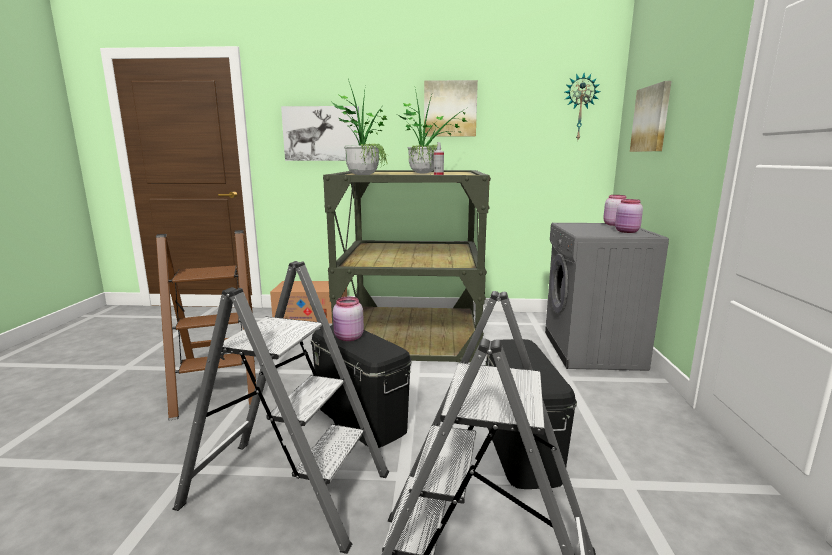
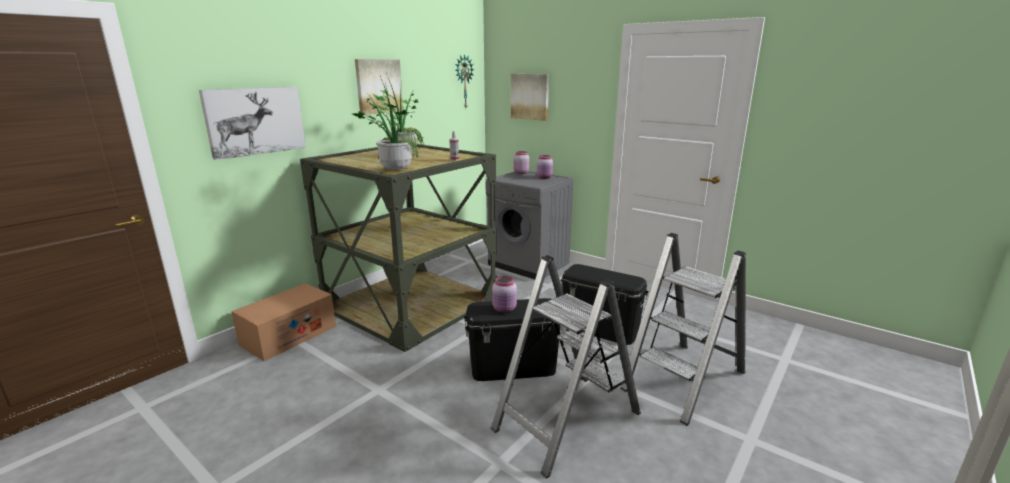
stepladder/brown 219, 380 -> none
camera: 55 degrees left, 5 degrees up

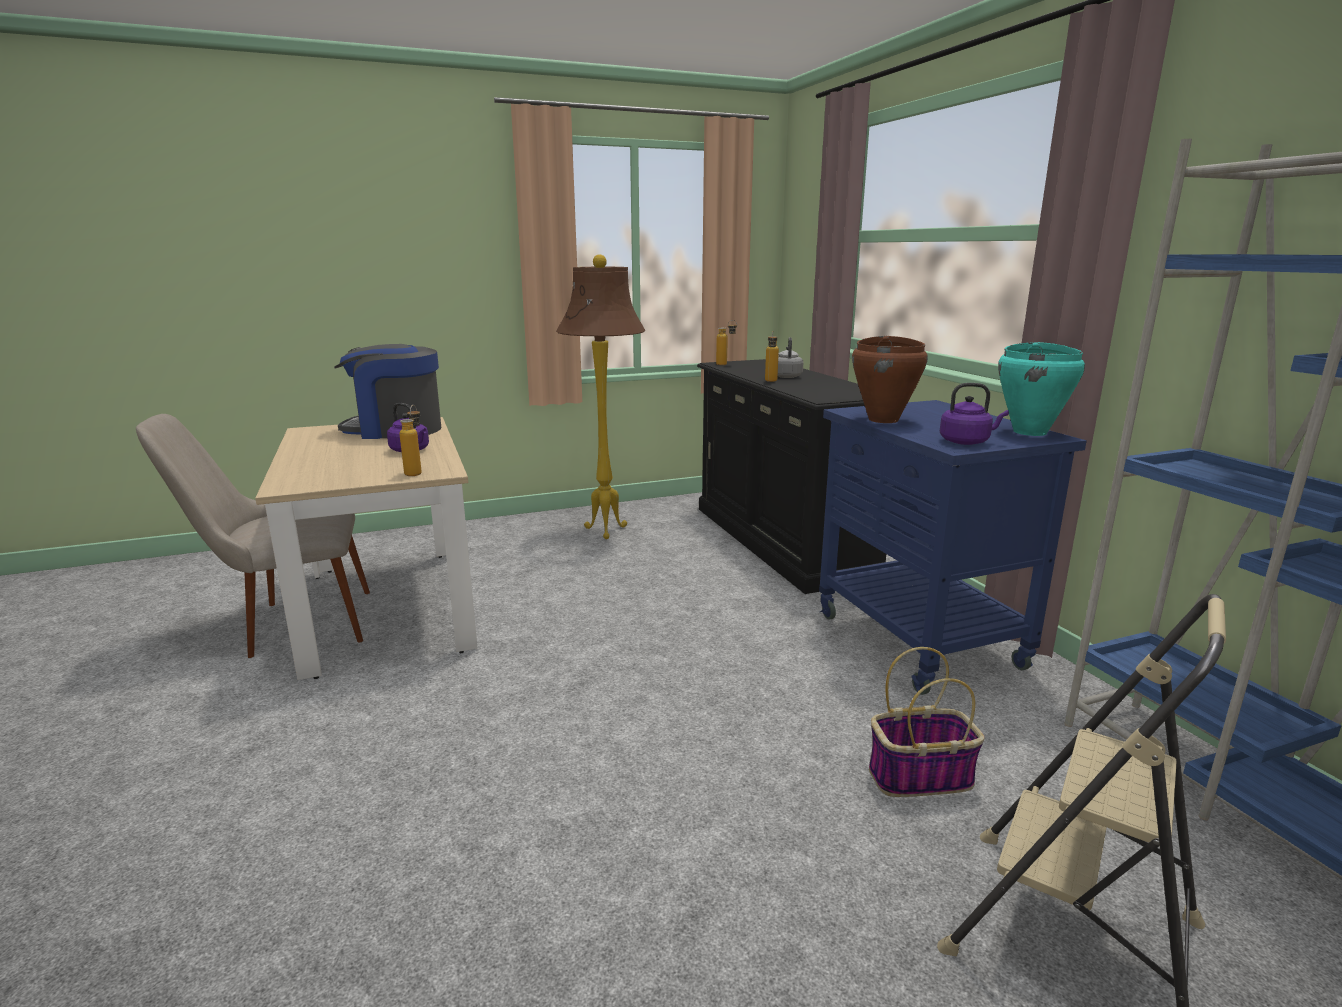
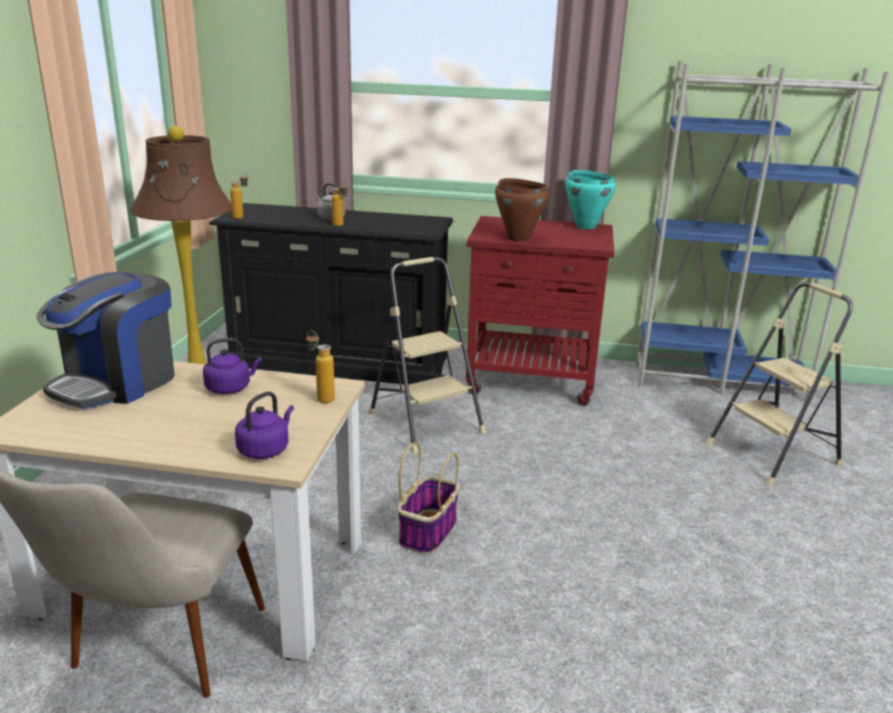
kettle/purple-coloured 967, 442 -> kettle/purple-coloured 265, 449, shifted
trolley/blue-coloured 918, 642 -> trolley/red 532, 382
basket 921, 776 -> basket 428, 531, shifted
none -> stepladder/beige-coloured 424, 420
camera: 60 degrees left, 5 degrees up

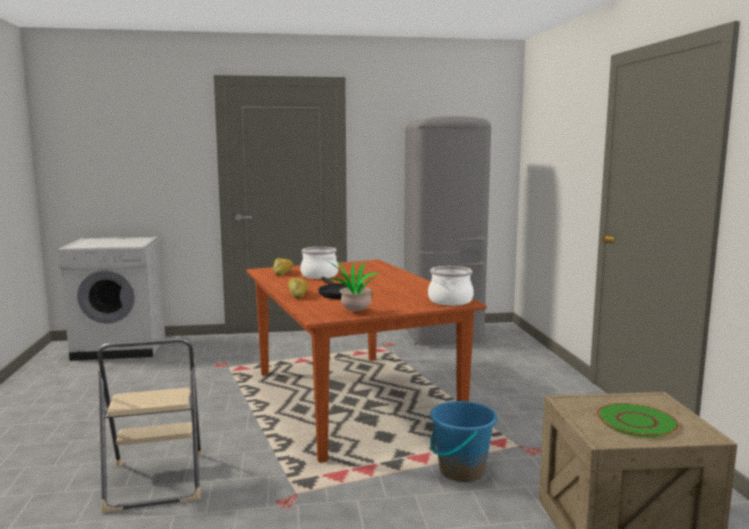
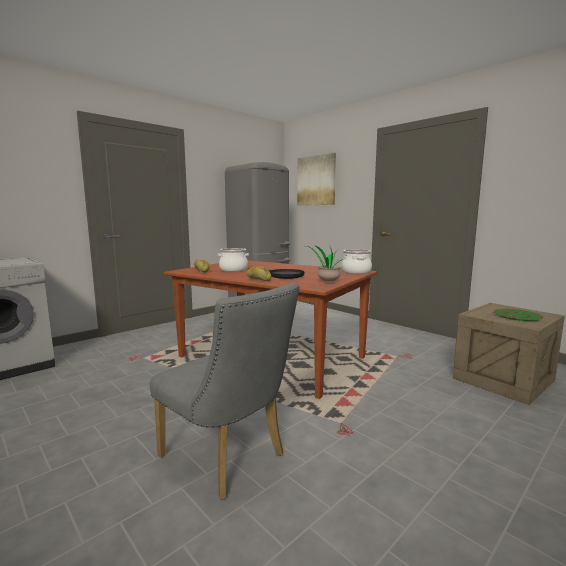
stepladder/beige-coloured 154, 483 -> chair/greyish 228, 459
pail/blue-coloured 461, 471 -> none
none -> picture 316, 180
camera: 35 degrees left, 0 degrees up

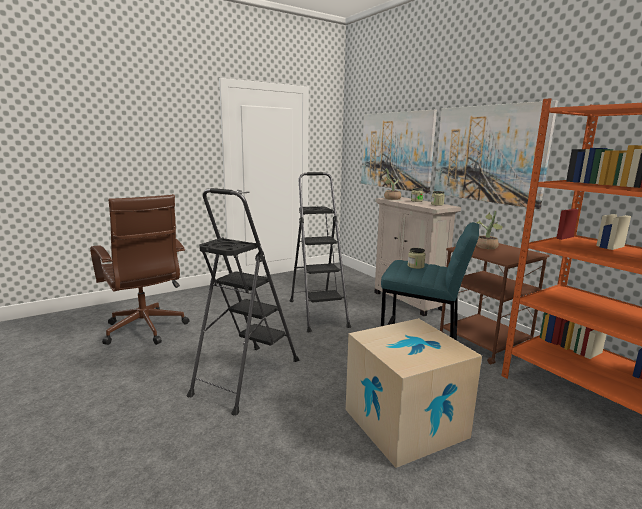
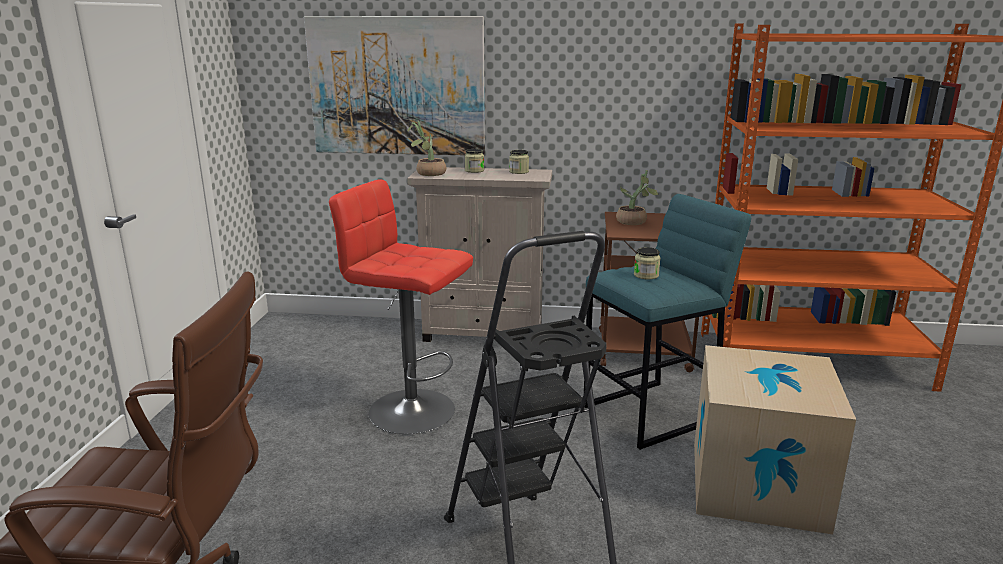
picture 488, 154 -> none
stepladder 317, 312 -> sitting stool/red 411, 410
camera: 50 degrees left, 5 degrees up

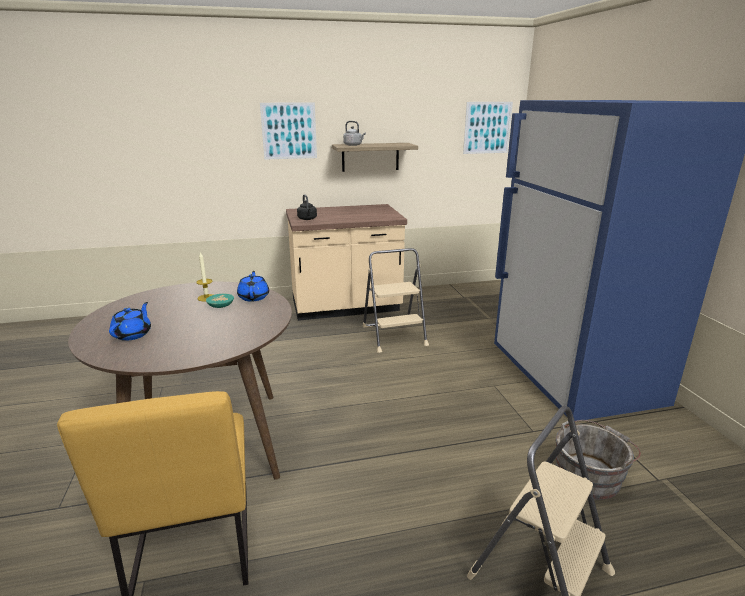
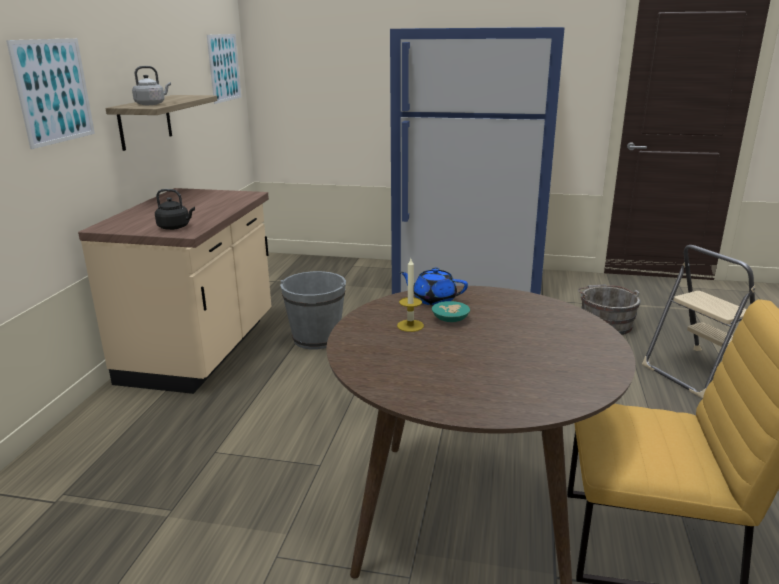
stepladder/beige-coloured 393, 334 -> pail/greyish 316, 338
pot for tea/blue-coloured 133, 334 -> none
camera: 65 degrees left, 0 degrees up

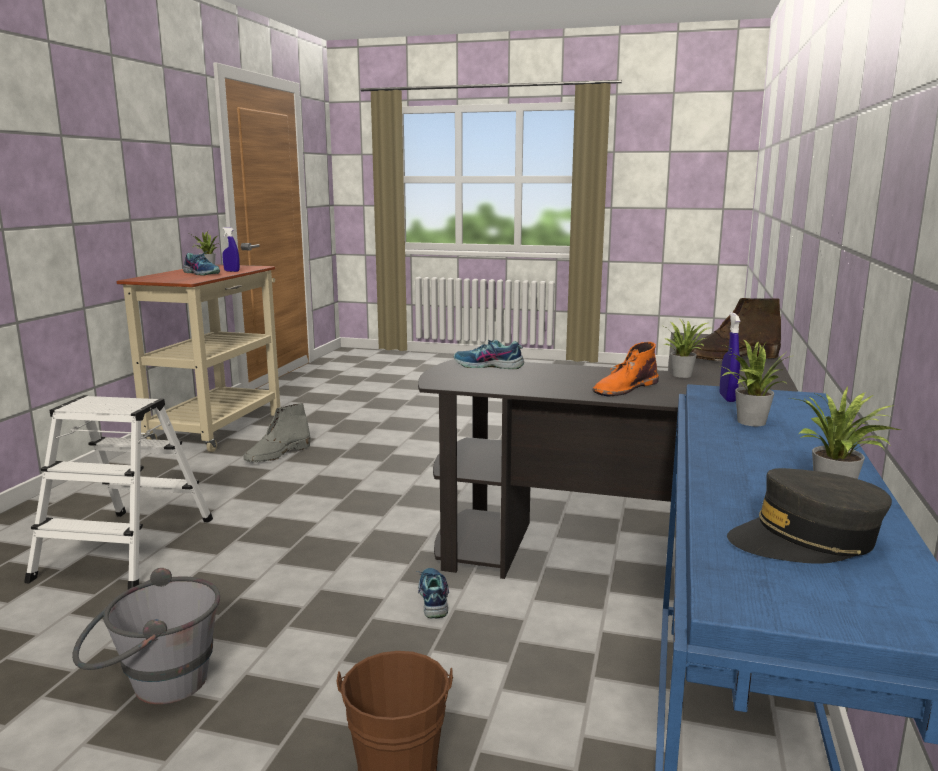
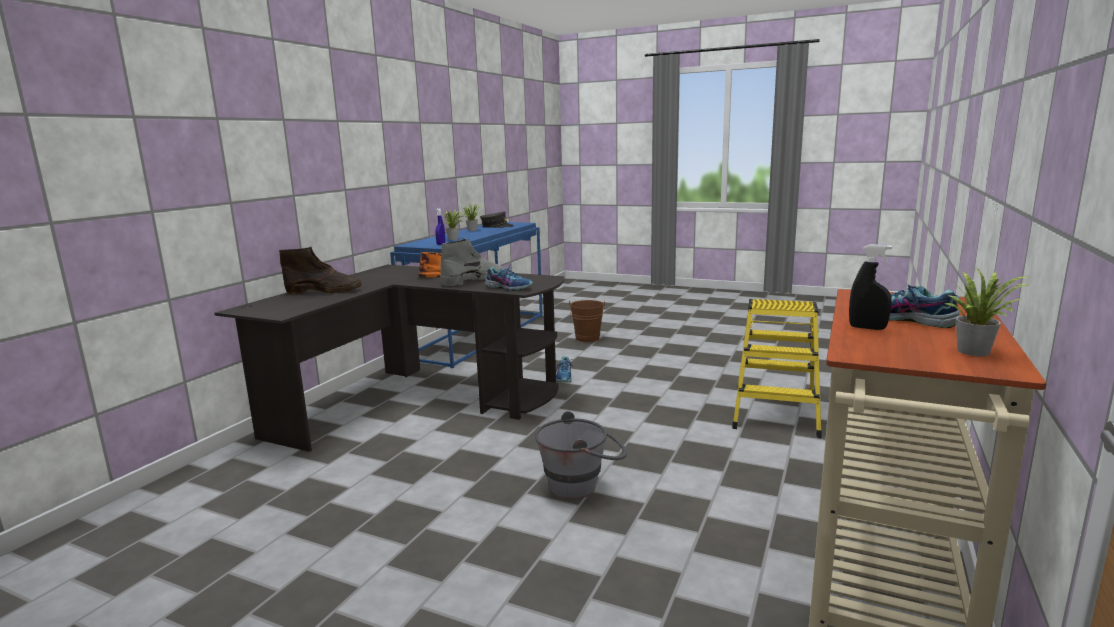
sprayer/blue-coloured 231, 271 -> sprayer/black-coloured 867, 328
plant in a pot 683, 374 -> none
stepladder/white 127, 547 -> stepladder/yellow-coloured 775, 409
tall boot/greyish 277, 455 -> tall boot/greyish 474, 280, shifted
pail/greyish 154, 685 -> pail/greyish 582, 485, shifted
camera: 170 degrees left, 0 degrees up

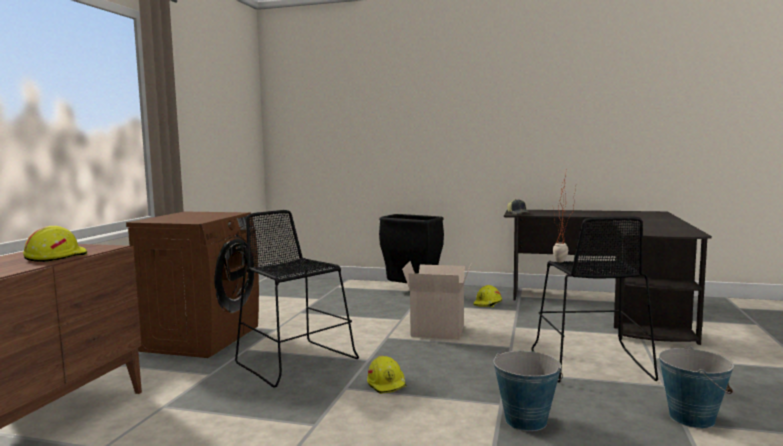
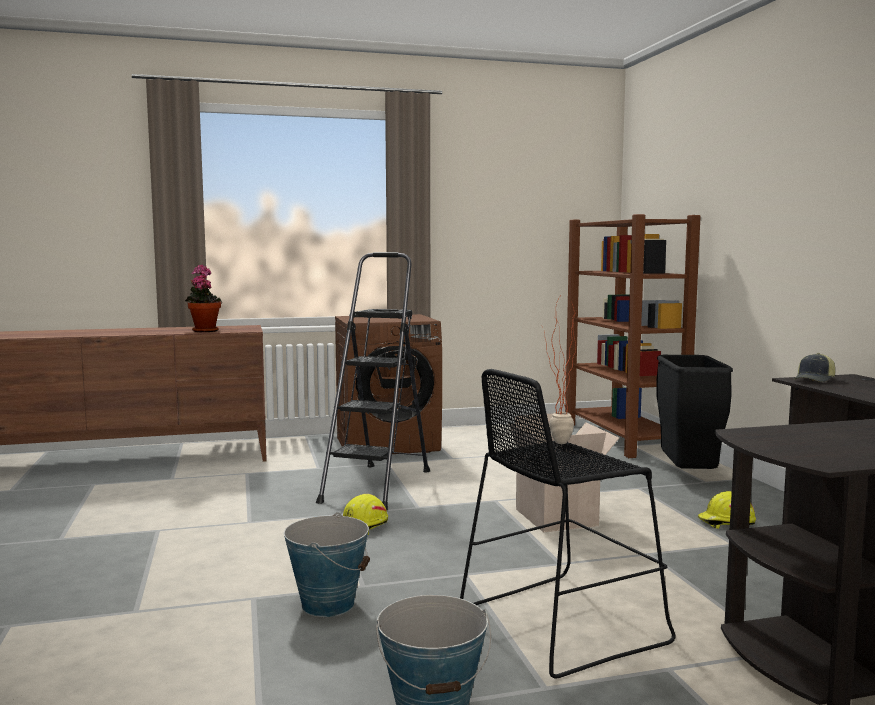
sitting stool/black-coloured 297, 362 -> stepladder 377, 485
safety helmet/yellow-coloured 55, 257 -> plant in a pot 204, 331
none -> bookcase/brown 622, 438
camera: 60 degrees right, 0 degrees up

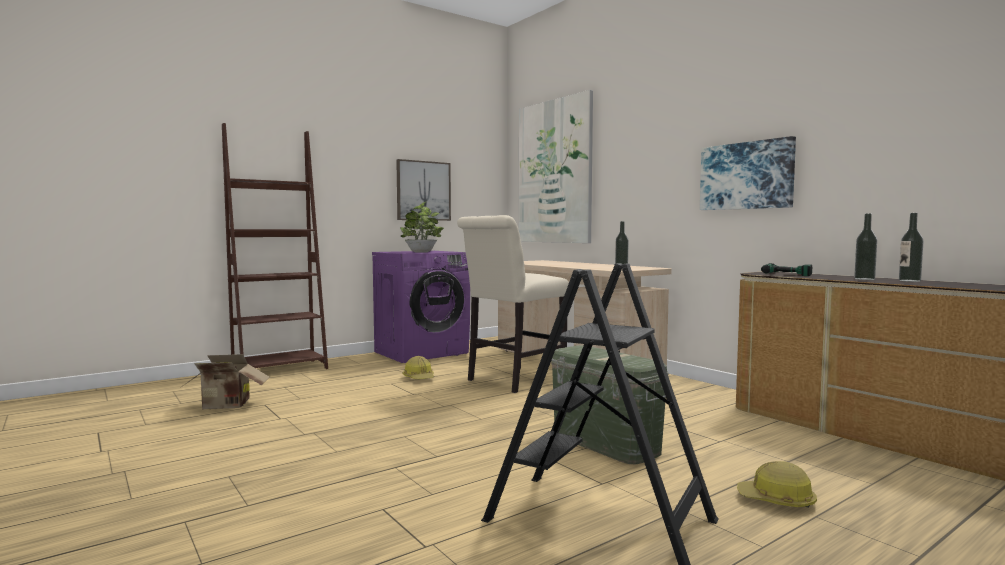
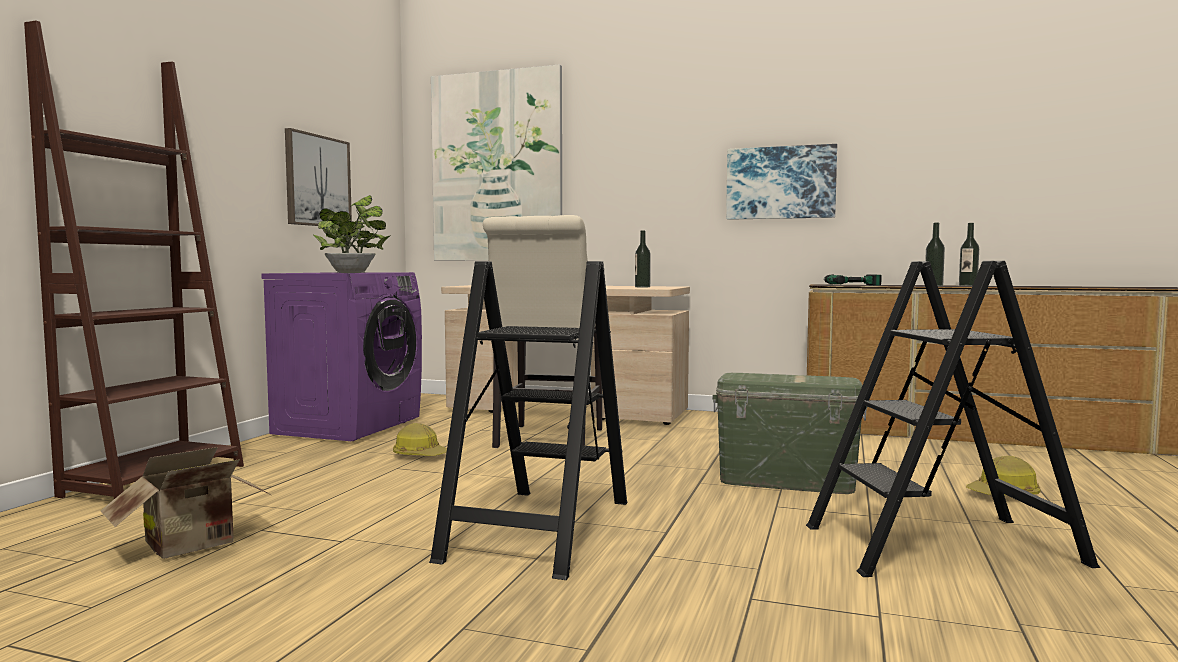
none -> stepladder/black-coloured 537, 530
camera: 35 degrees left, 0 degrees up

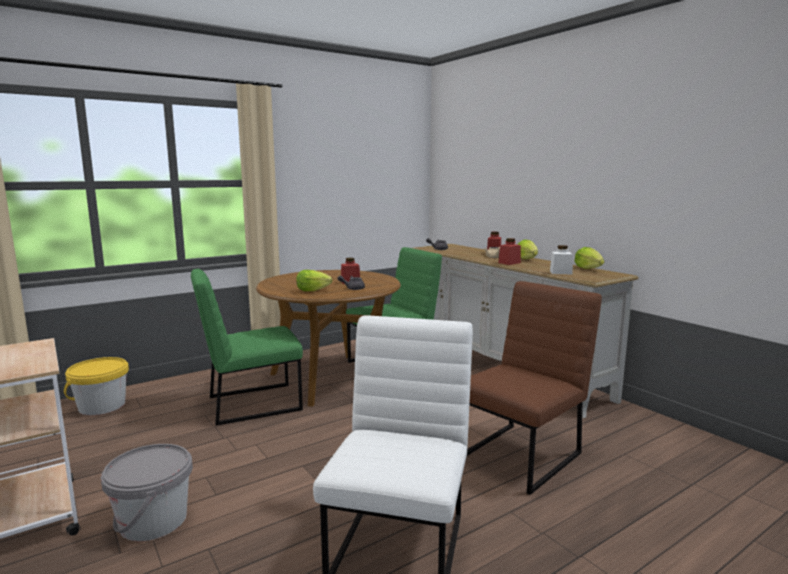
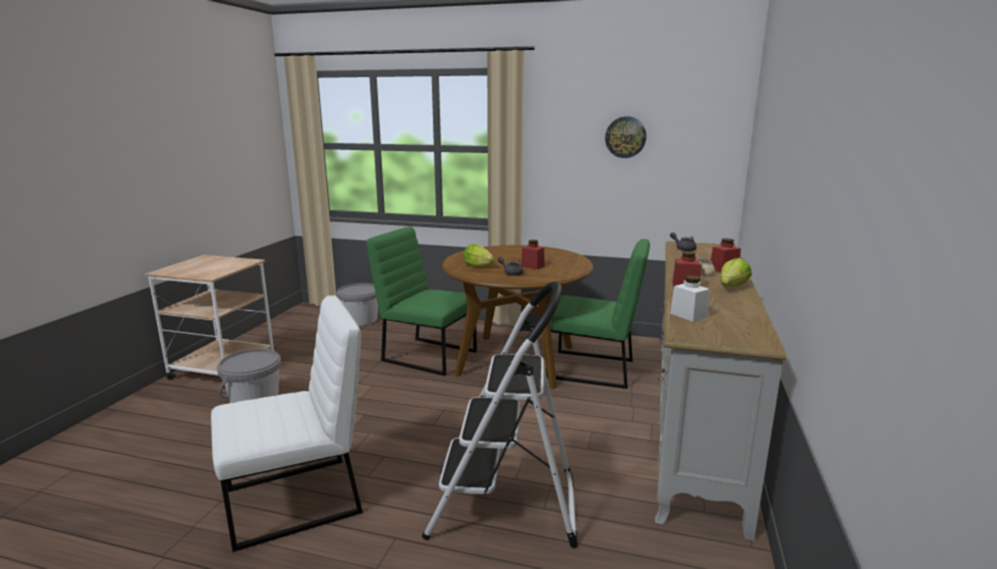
lettuce 588, 269 -> none
chair/brown 522, 455 -> stepladder 507, 509
pail/yellow-coloured 102, 406 -> pail/greyish 360, 320
none -> hanging clock 625, 137
camera: 50 degrees right, 5 degrees up

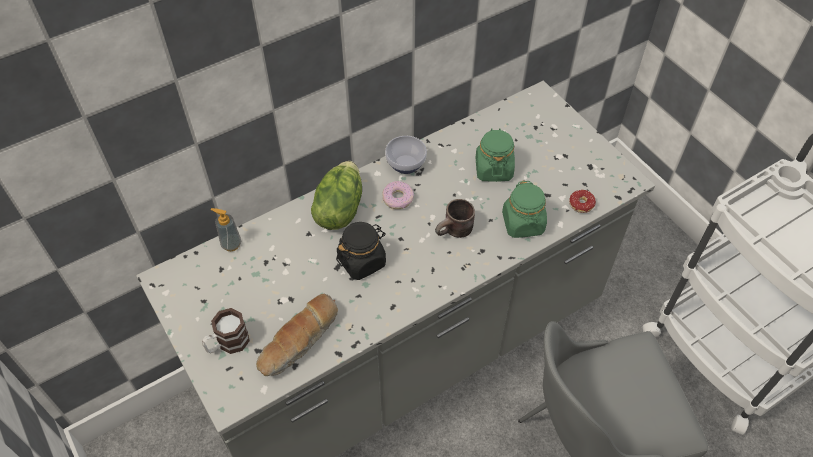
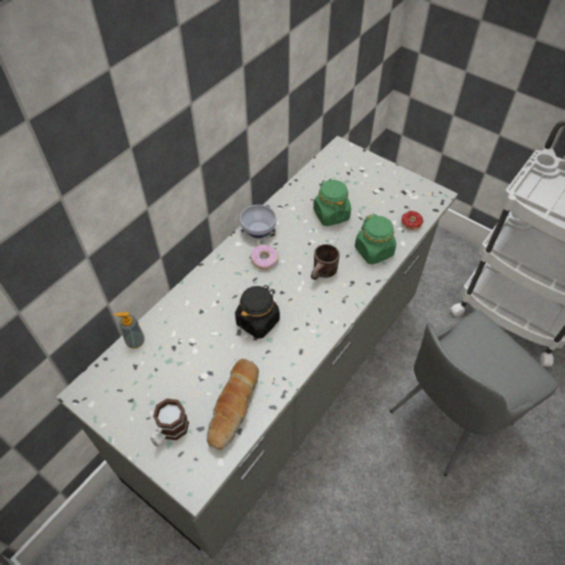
lettuce 339, 209 -> none
camera: 20 degrees left, 0 degrees up

